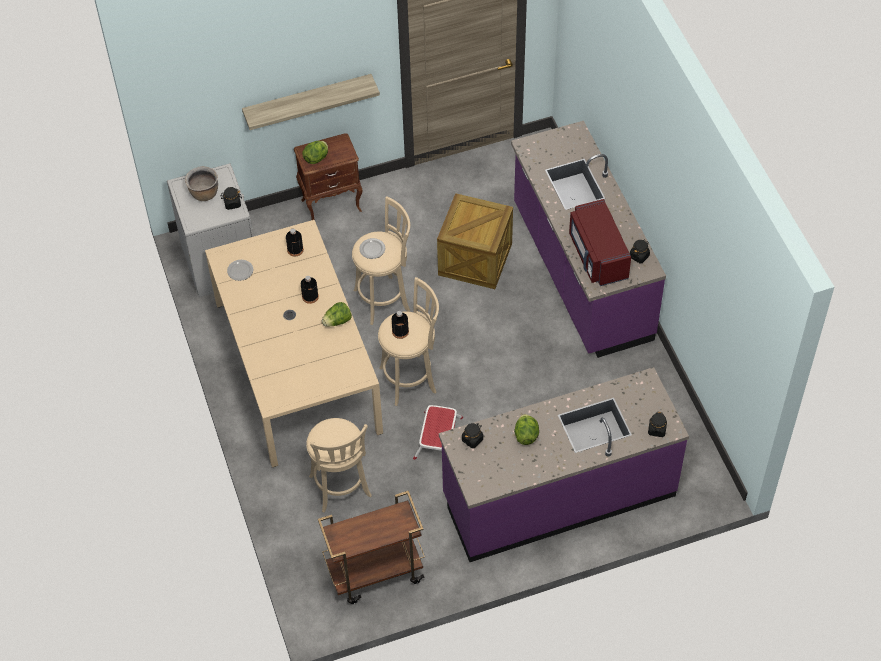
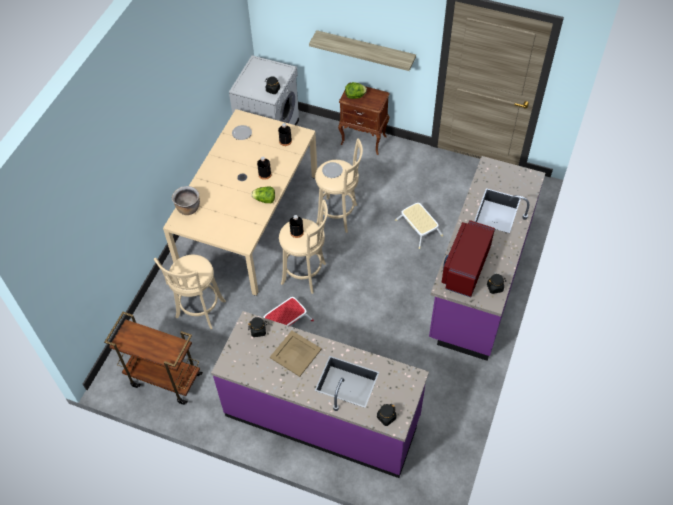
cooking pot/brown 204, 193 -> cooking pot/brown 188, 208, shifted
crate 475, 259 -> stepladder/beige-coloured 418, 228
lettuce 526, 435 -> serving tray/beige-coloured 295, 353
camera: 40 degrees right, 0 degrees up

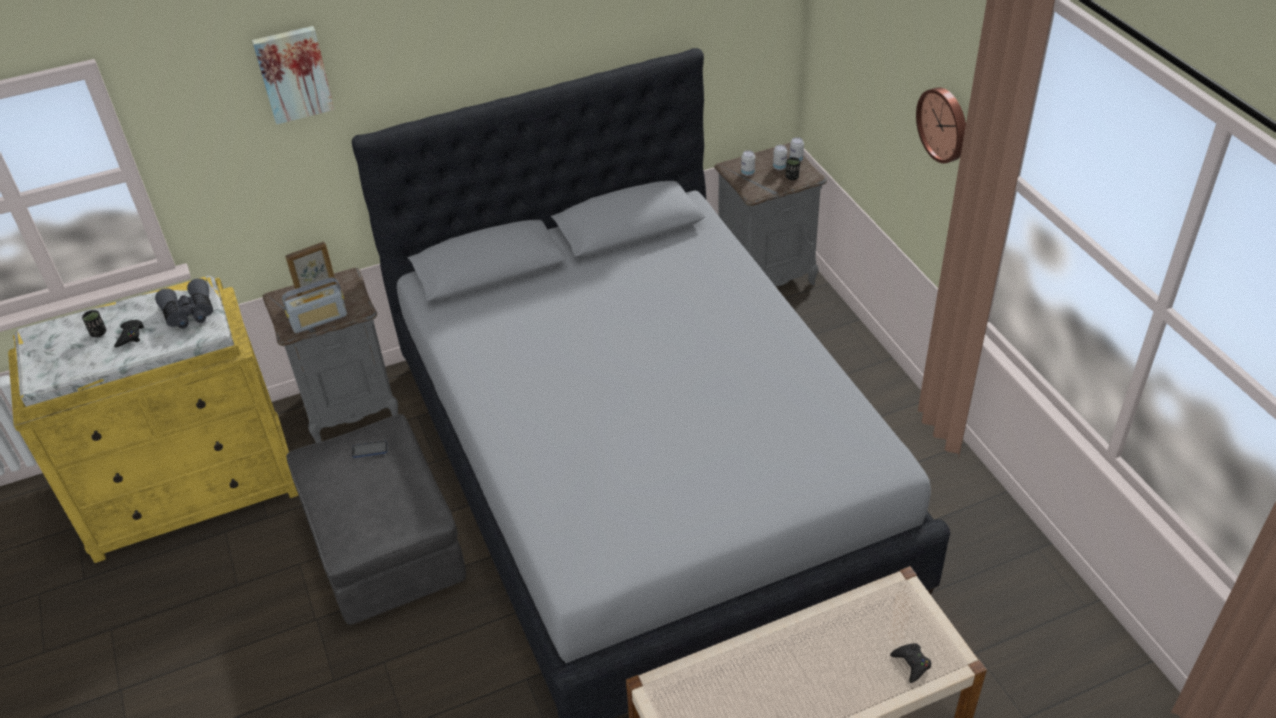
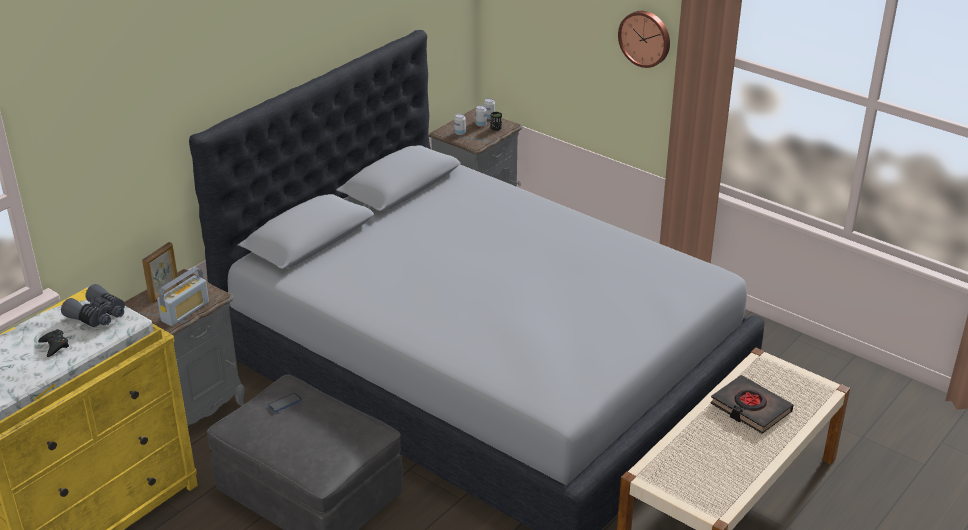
picture 293, 73 -> none
cup/black-coloured 98, 333 -> none
gamepad/black-coloured 911, 664 -> none
none -> book/black-coloured 750, 408
camera: 30 degrees left, 10 degrees down

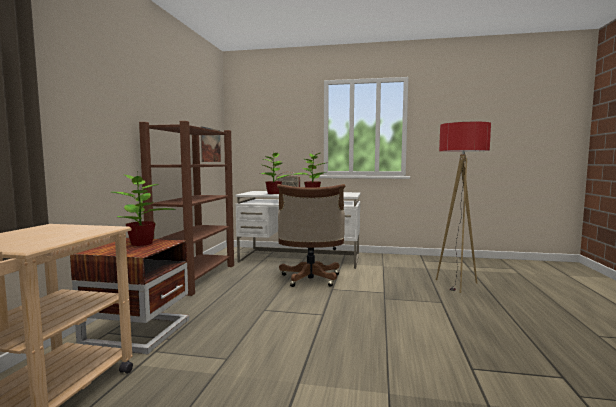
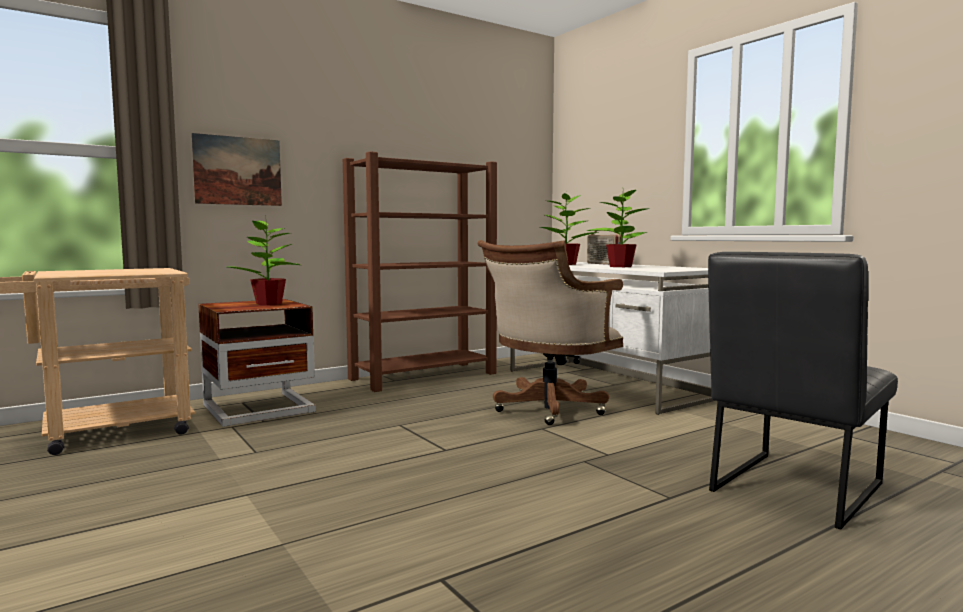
standing lamp 457, 285 -> chair/greyish 793, 488
picture 210, 145 -> picture 238, 171, shifted
camera: 45 degrees right, 0 degrees up

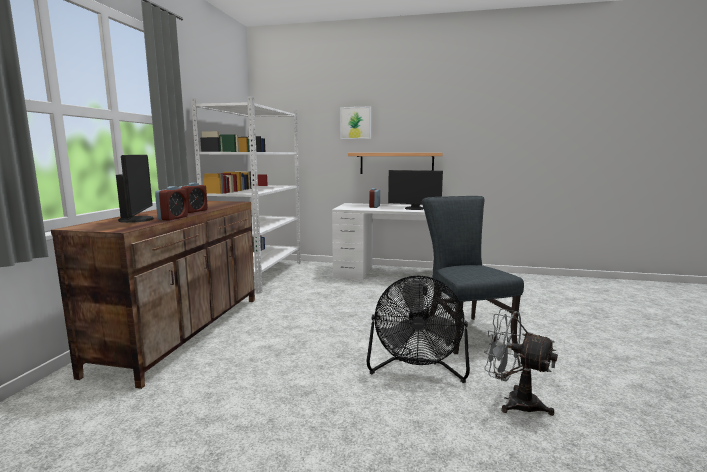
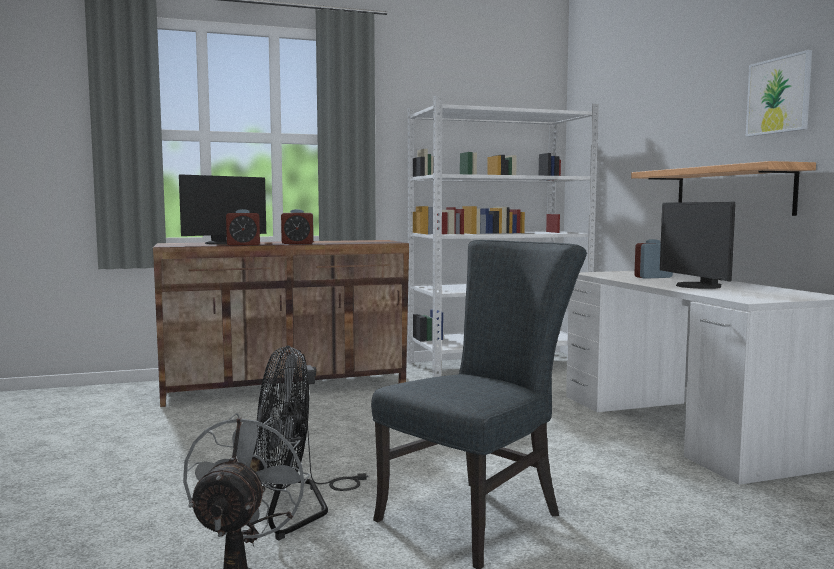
picture 355, 123 -> picture 778, 95, shifted
camera: 60 degrees right, 5 degrees down

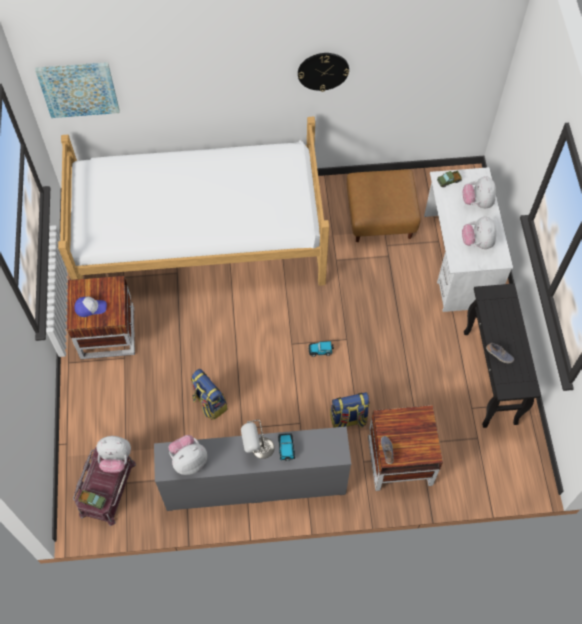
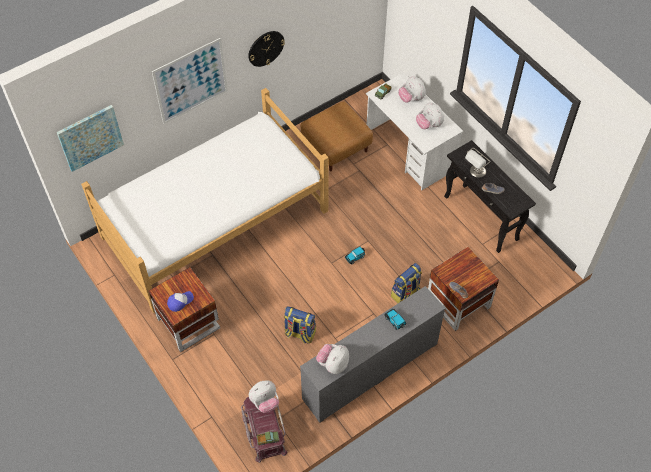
lamp for a table/white 258, 449 -> lamp for a table/white 475, 173, shifted
none -> picture 191, 81
camera: 30 degrees left, 5 degrees down

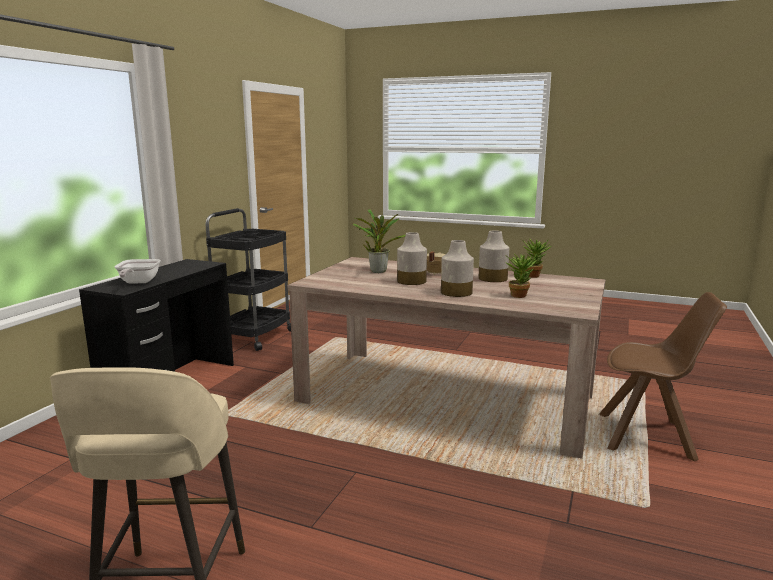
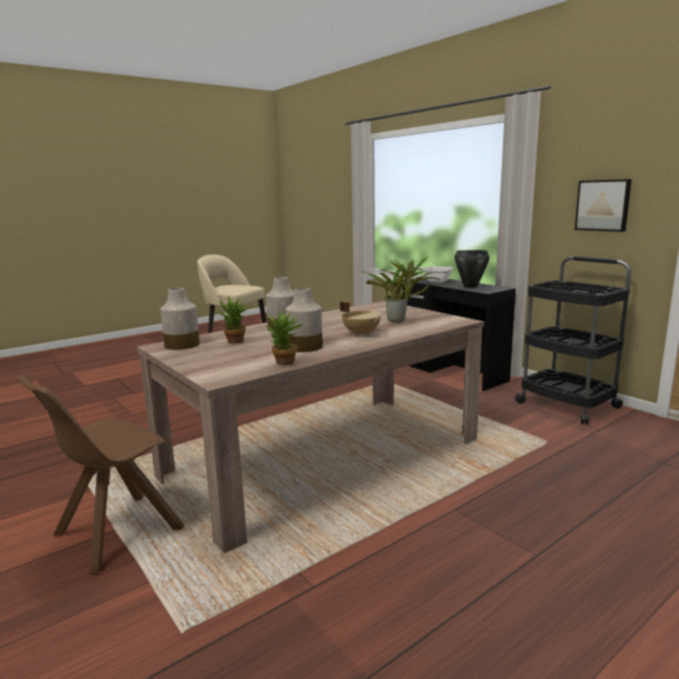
flower vase/beige-coloured 411, 281 -> flower vase/beige-coloured 181, 344, shifted
none -> picture 603, 205
none -> cooking pot/black-coloured 470, 286
camera: 120 degrees right, 0 degrees up

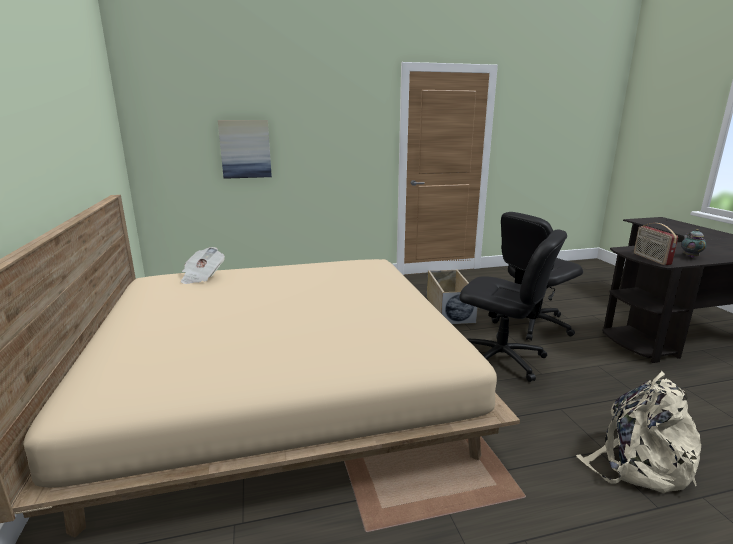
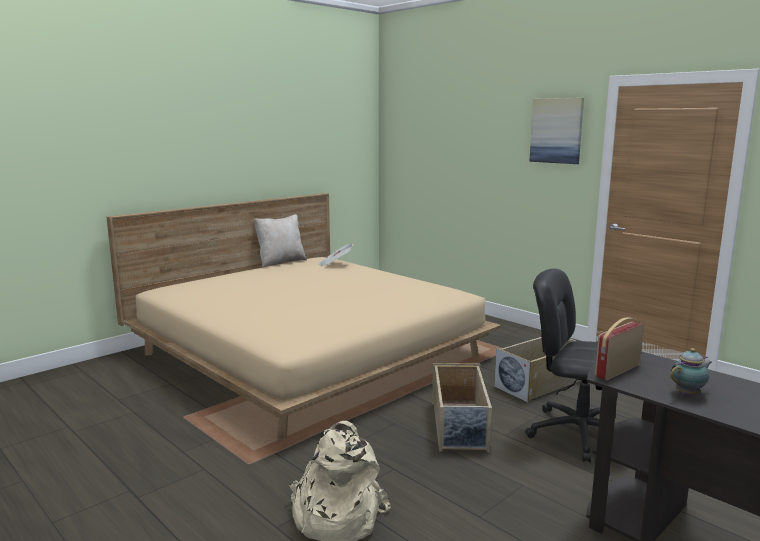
picture 245, 149 -> picture 556, 130, shifted
office chair/black-coloured 500, 358 -> storage container/beige-coloured 459, 427
none -> throw pillow/beige-coloured 280, 262
camera: 60 degrees right, 5 degrees down

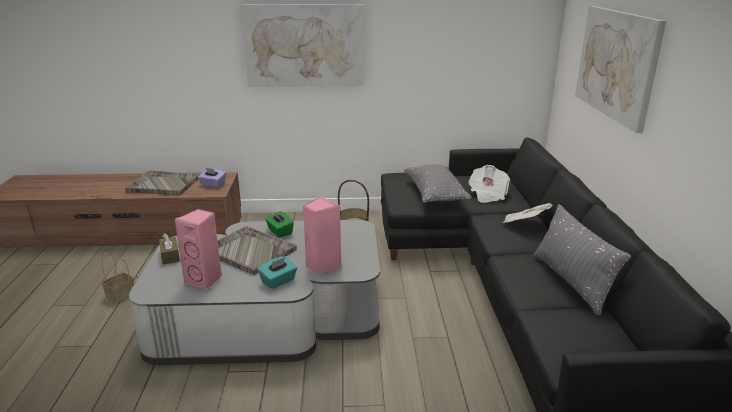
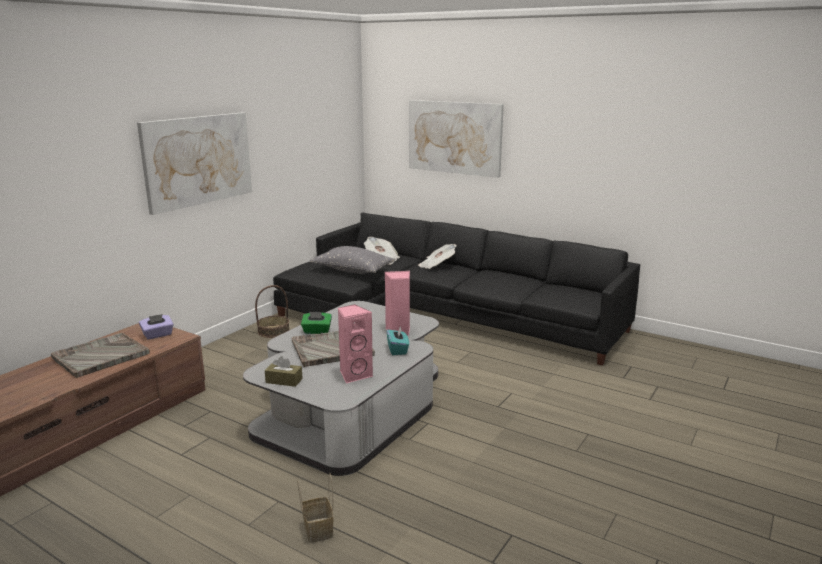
throw pillow/greyish 571, 282 -> none
basket 121, 294 -> basket 317, 529, shifted
camera: 55 degrees left, 5 degrees down

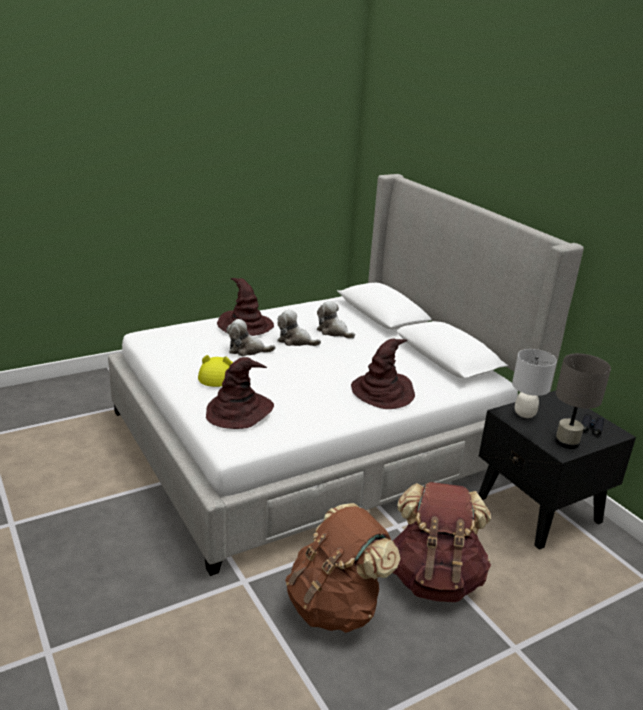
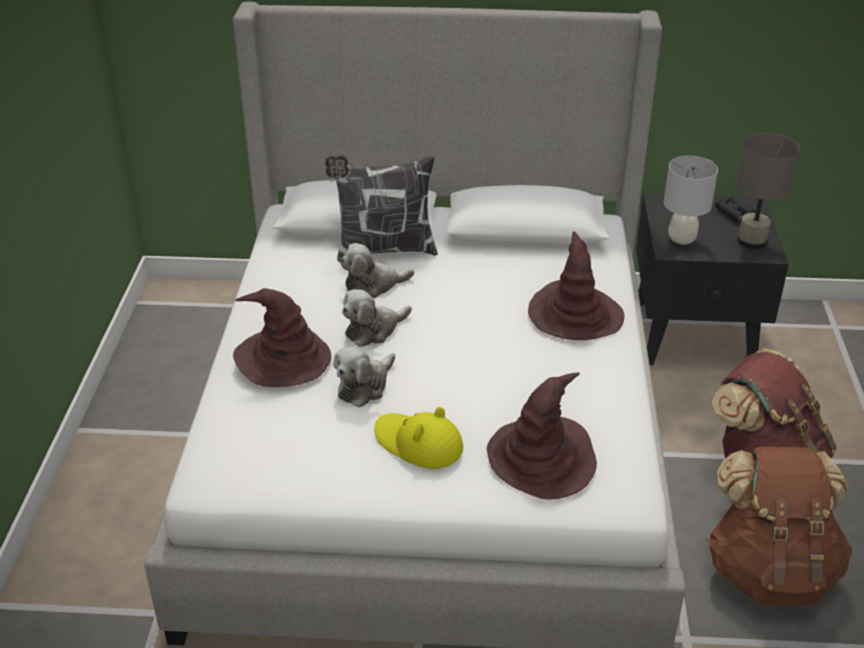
none -> throw pillow 383, 249
camera: 55 degrees left, 10 degrees up

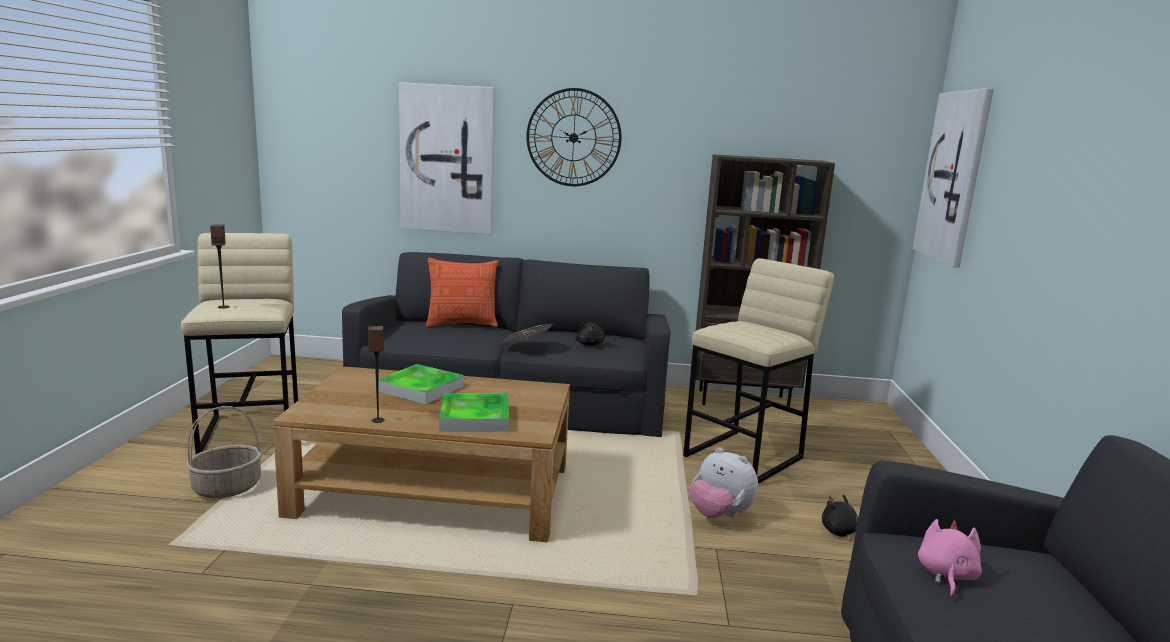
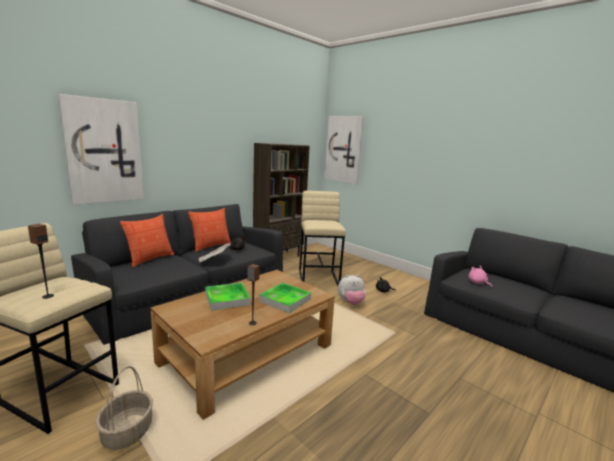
hanging clock 573, 138 -> none
none -> throw pillow/orange 211, 246
camera: 50 degrees left, 0 degrees up

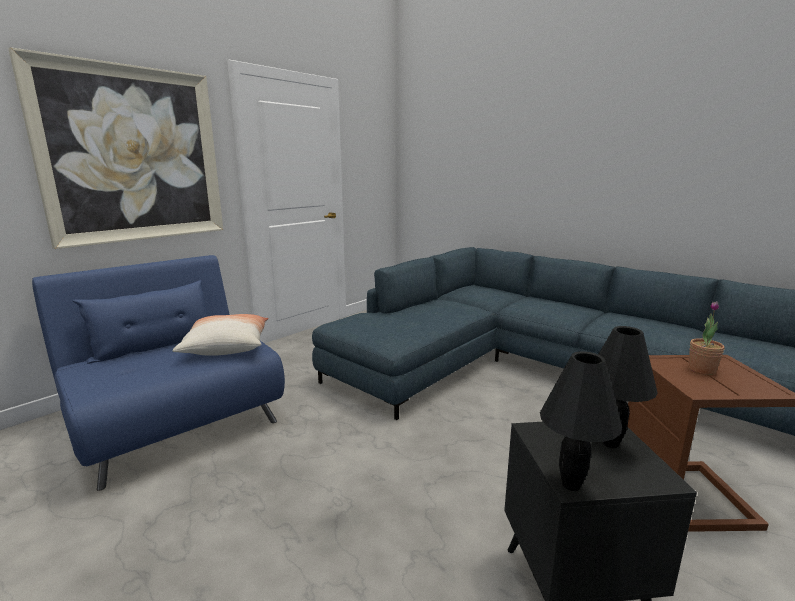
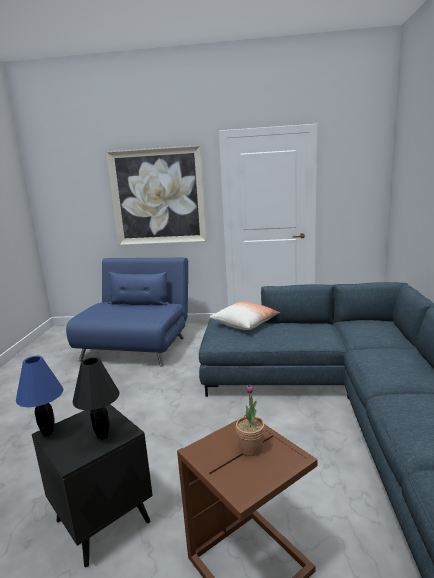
throw pillow 226, 346 -> throw pillow 245, 323, shifted
lamp for a table/black-coloured 570, 485 -> lamp for a table/blue-coloured 48, 432
camera: 55 degrees right, 0 degrees up

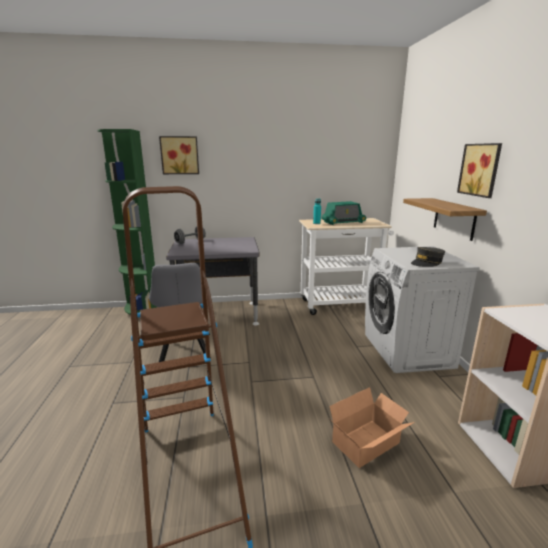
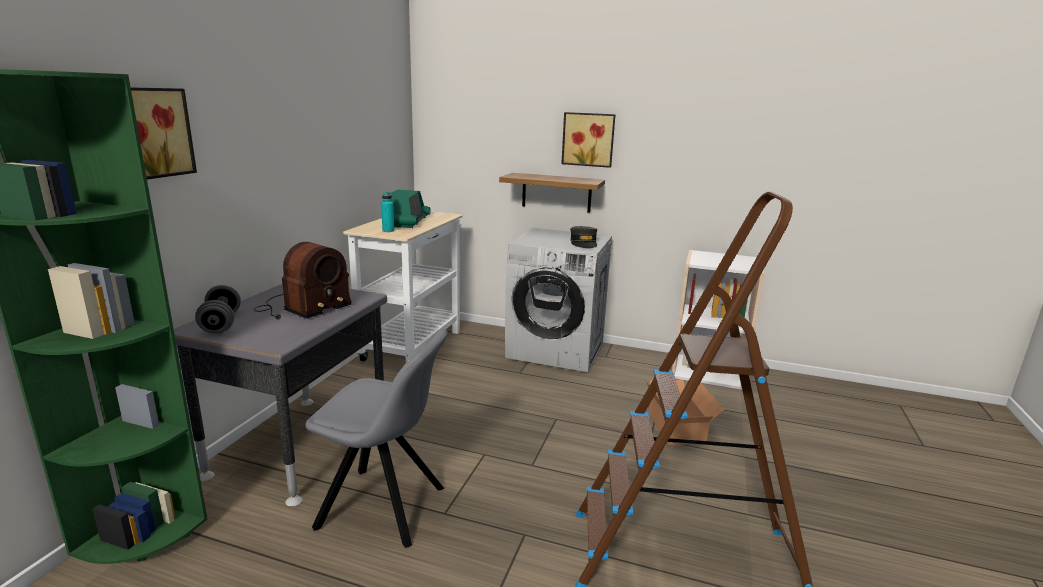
none -> radio receiver 302, 308
camera: 65 degrees left, 0 degrees up

